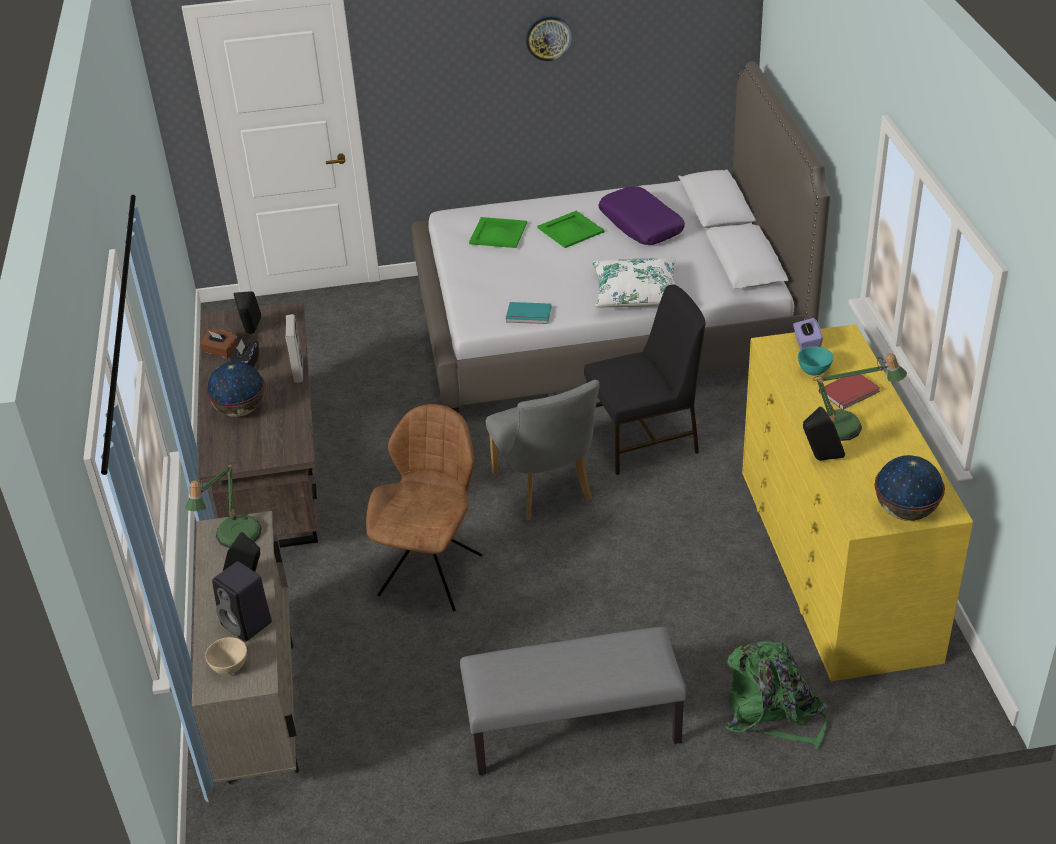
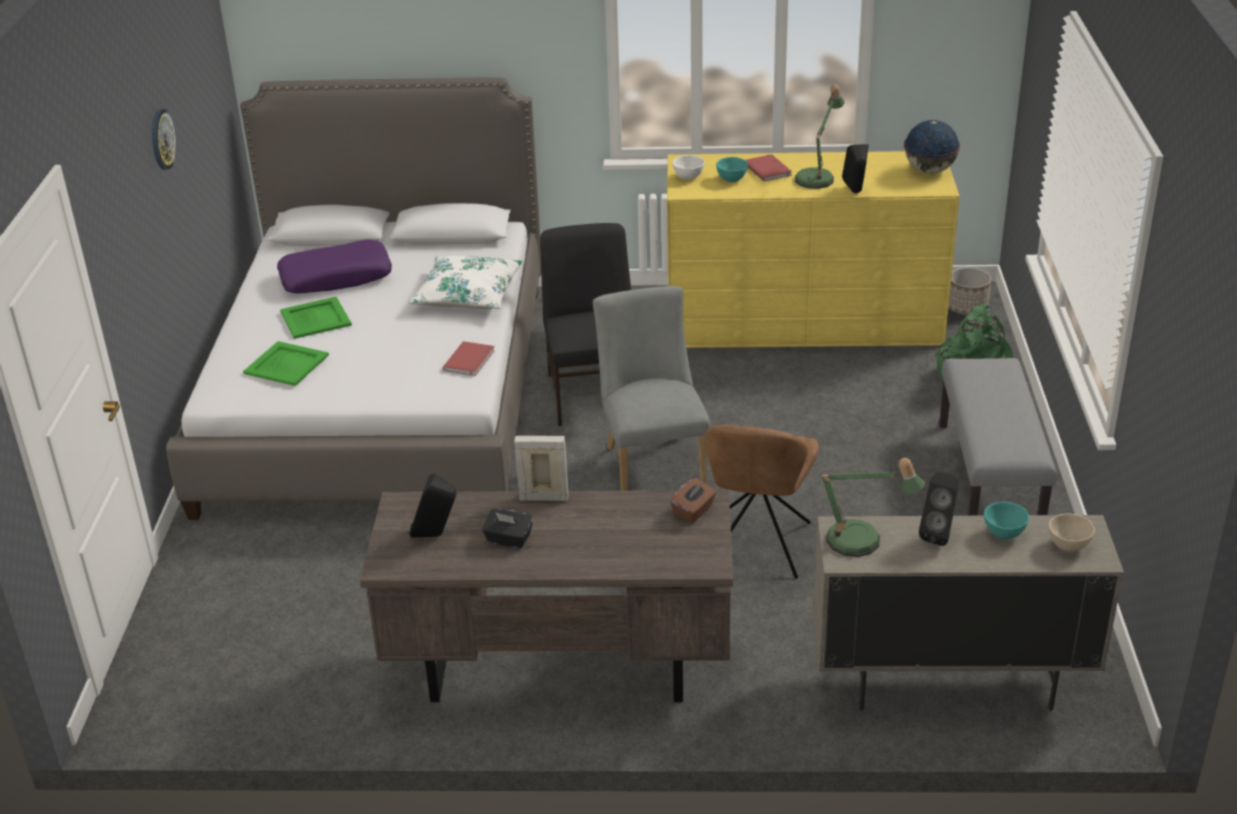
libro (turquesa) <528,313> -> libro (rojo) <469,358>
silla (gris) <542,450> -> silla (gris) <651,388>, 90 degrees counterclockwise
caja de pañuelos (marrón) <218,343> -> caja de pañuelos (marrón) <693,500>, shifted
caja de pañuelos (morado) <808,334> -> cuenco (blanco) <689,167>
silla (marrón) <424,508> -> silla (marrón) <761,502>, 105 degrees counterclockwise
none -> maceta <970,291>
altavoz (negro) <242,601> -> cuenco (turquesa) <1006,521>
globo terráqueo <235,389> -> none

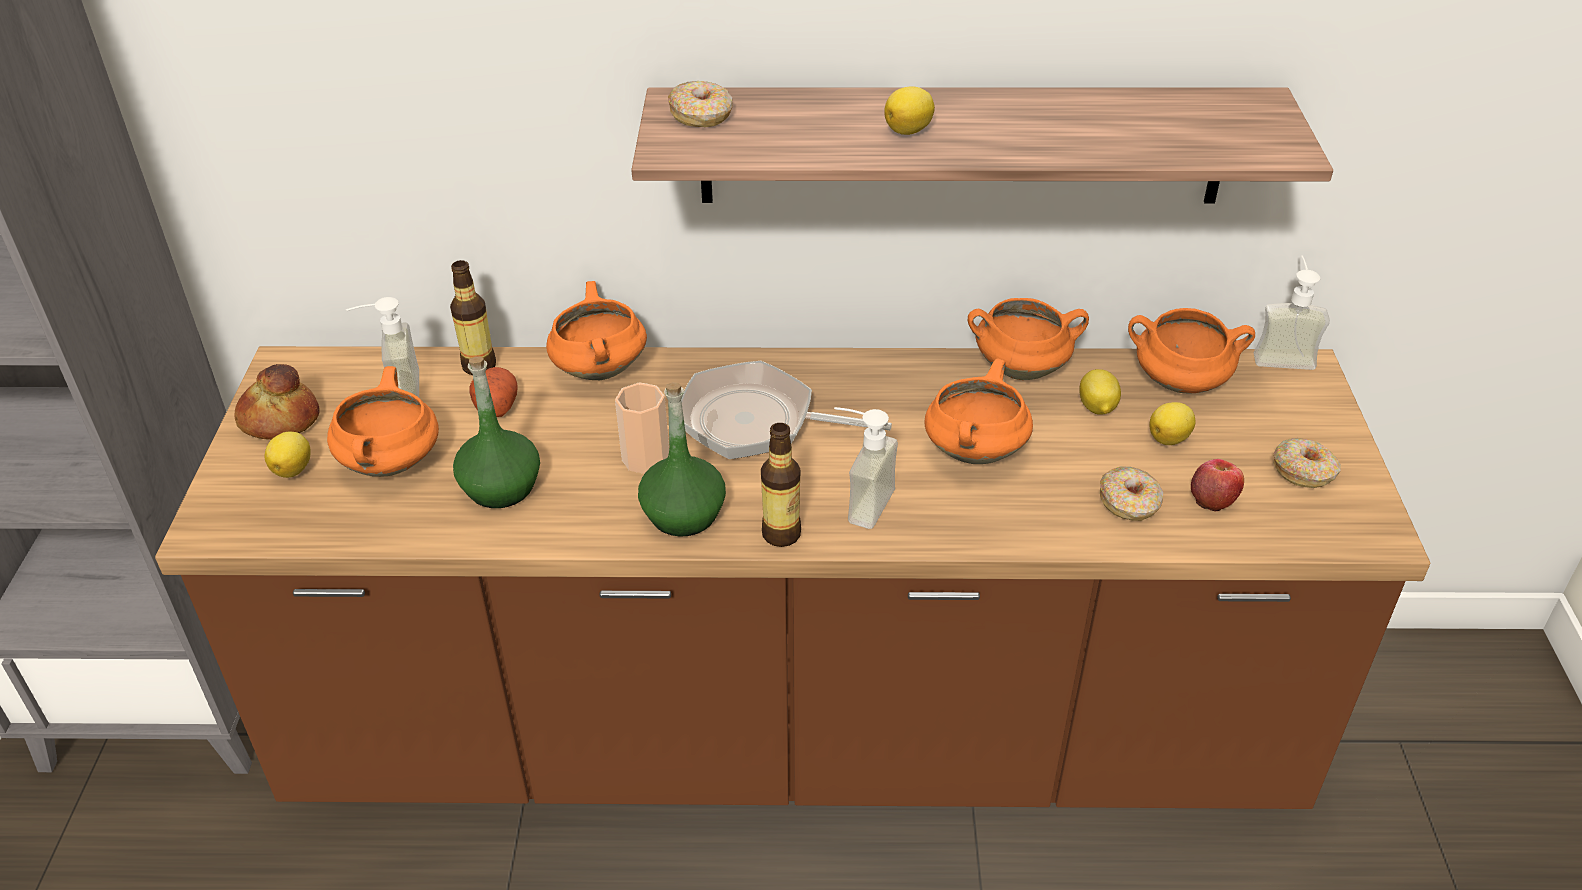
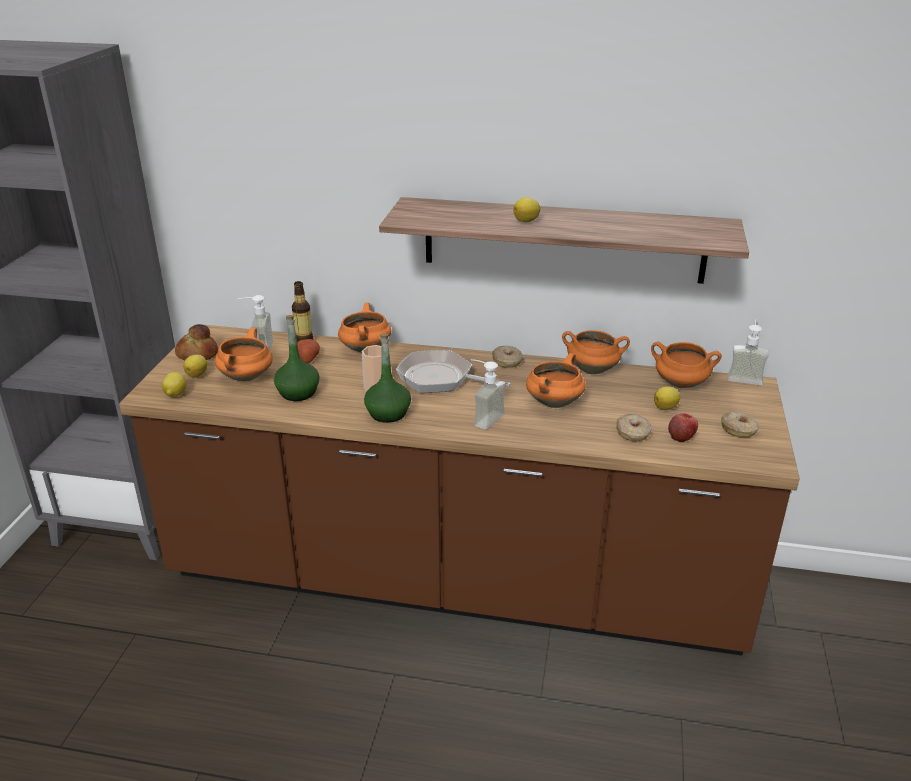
limón <1100,392> -> limón <174,384>, shifted
rosquilla <700,104> -> rosquilla <507,357>, shifted
botella <781,485> -> none

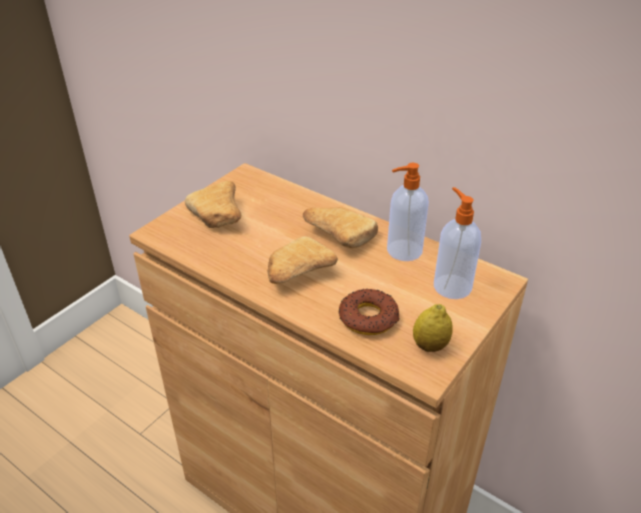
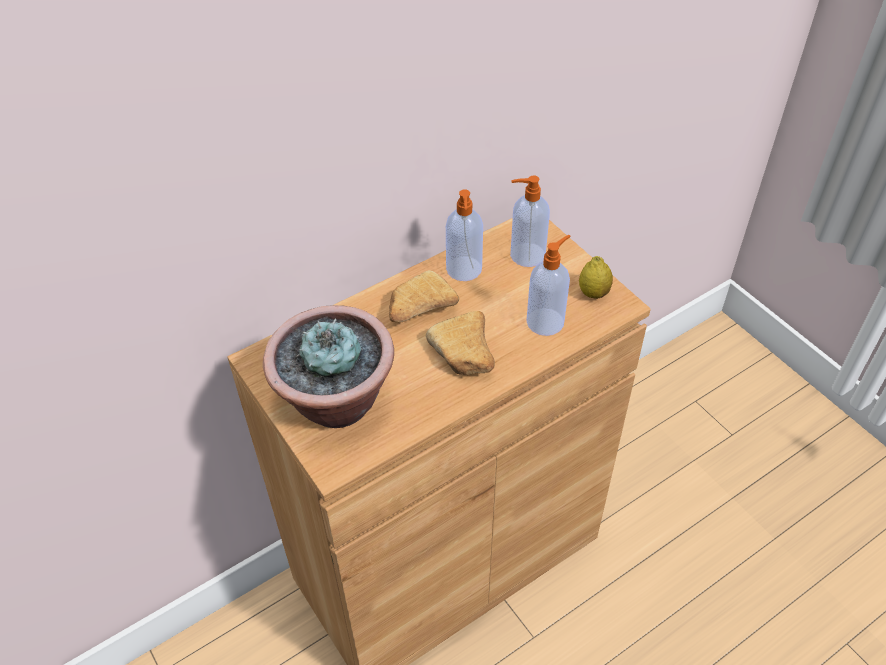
pan <213,204> -> planta en maceta <328,366>
rosquilla <369,312> -> dispensador de jabón <548,285>

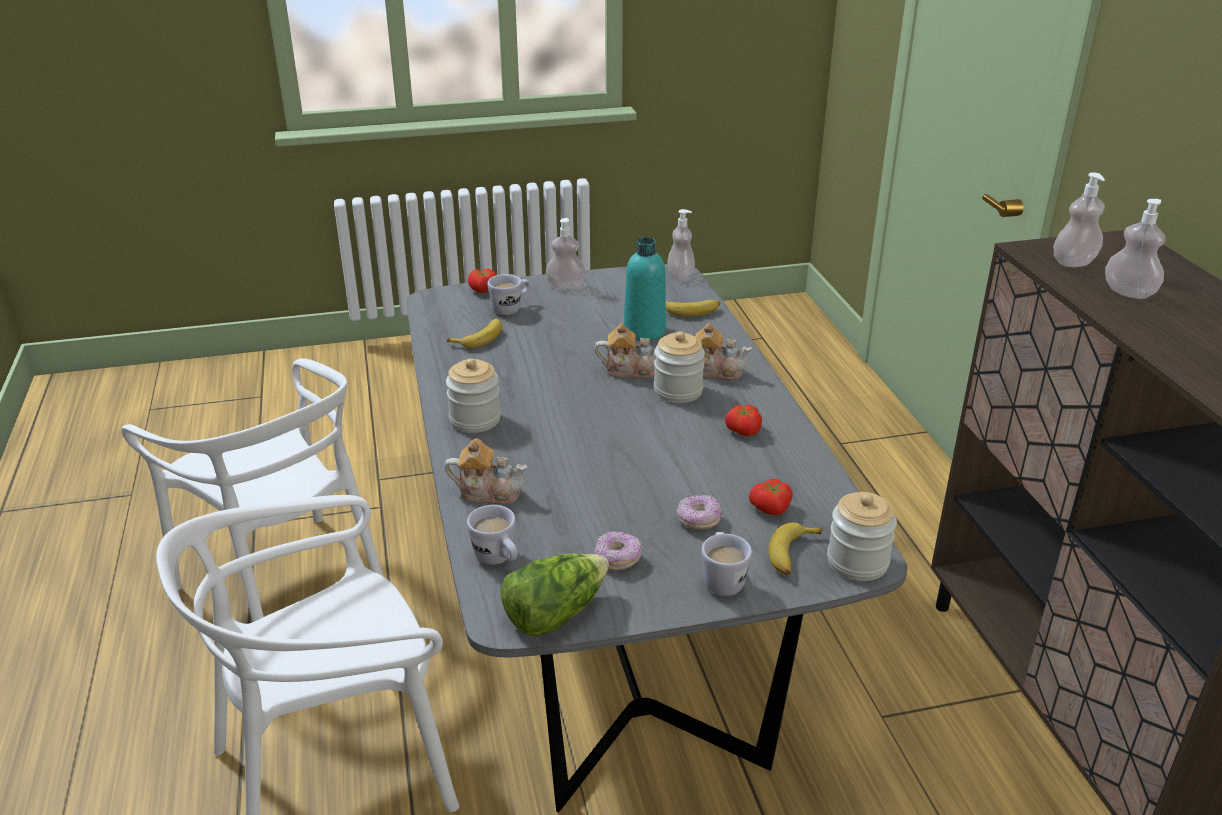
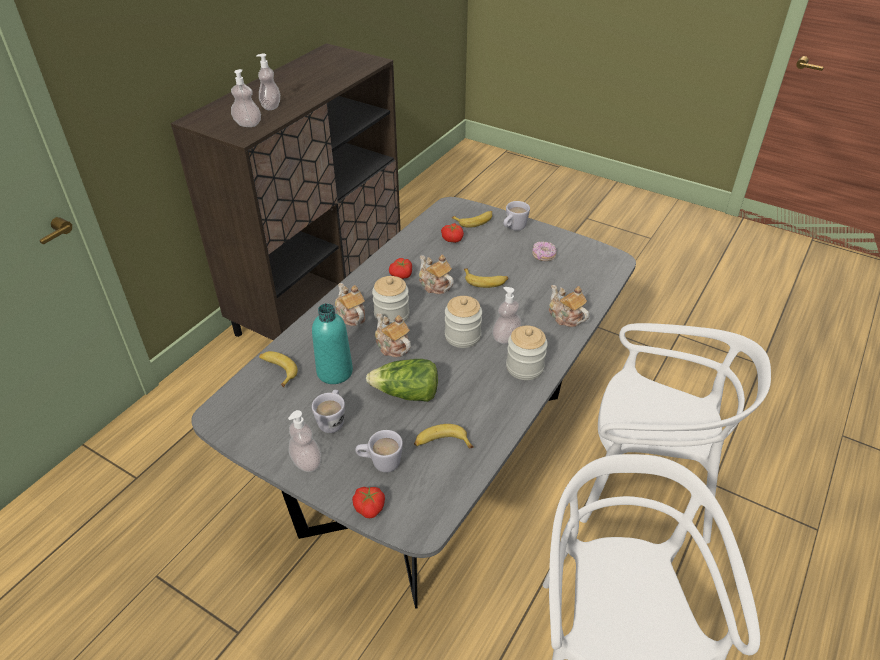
taza grande (blanco) <492,535> -> taza grande (blanco) <328,411>, shifted
lechuga <554,594> -> lechuga <402,380>, shifted
none -> tetera <436,274>
tarro <862,536> -> tarro <463,322>, shifted
none -> plátano <486,278>
dispensador de jabón <681,245> -> dispensador de jabón <507,315>, shifted
rosquilla <699,512> -> none

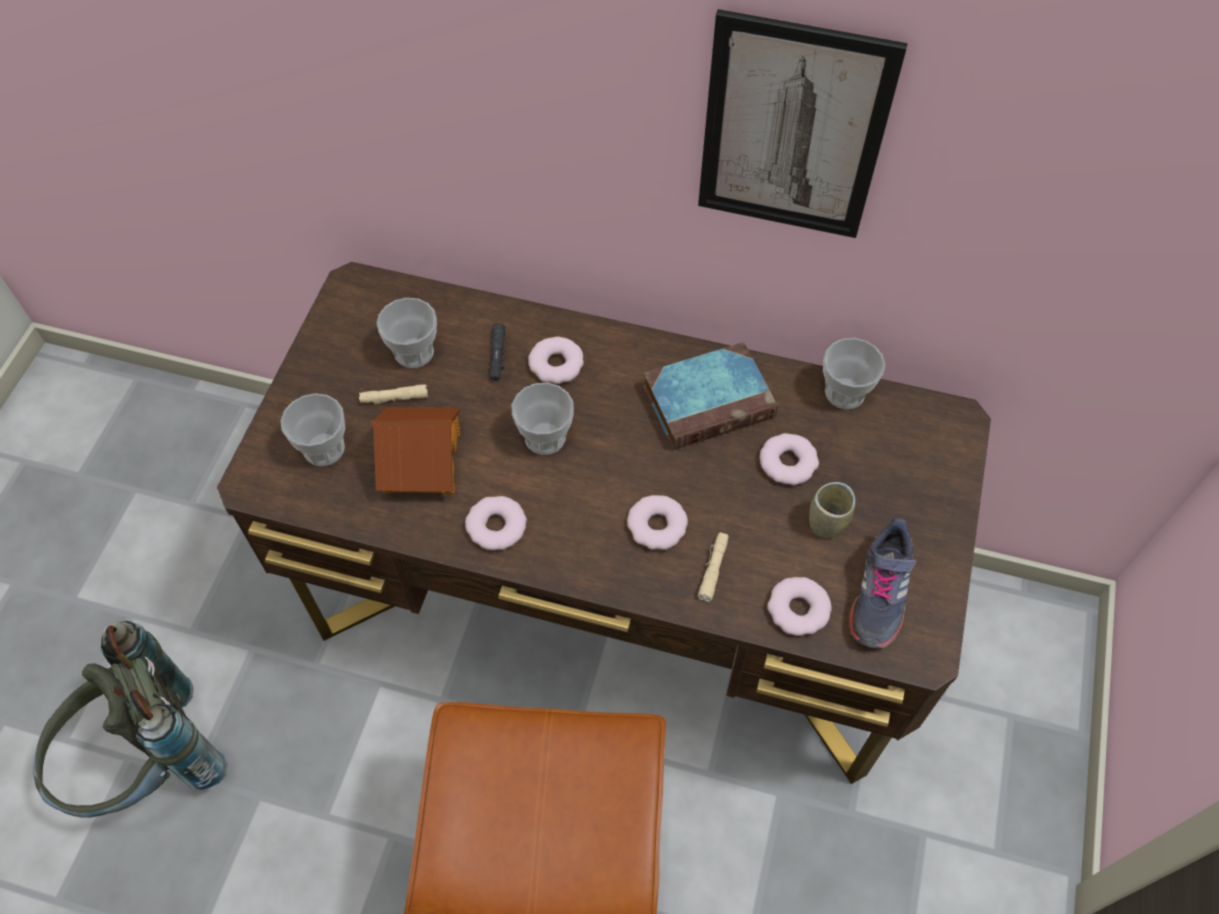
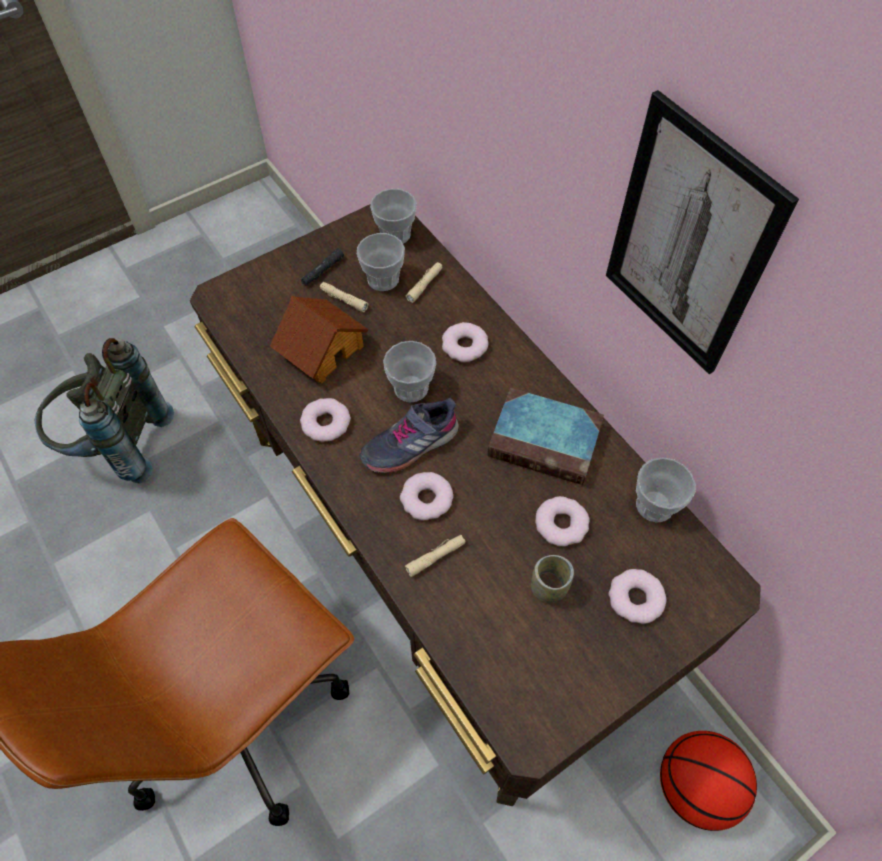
linterna (negro) <498,352> -> linterna (negro) <322,267>, shifted
zapato (gris) <882,583> -> zapato (gris) <409,435>, shifted
taza <313,429> -> taza <393,216>, shifted
none -> linterna (beis) <424,282>
rosquilla <799,606> -> rosquilla <637,596>, shifted
none -> balón de baloncesto <708,781>

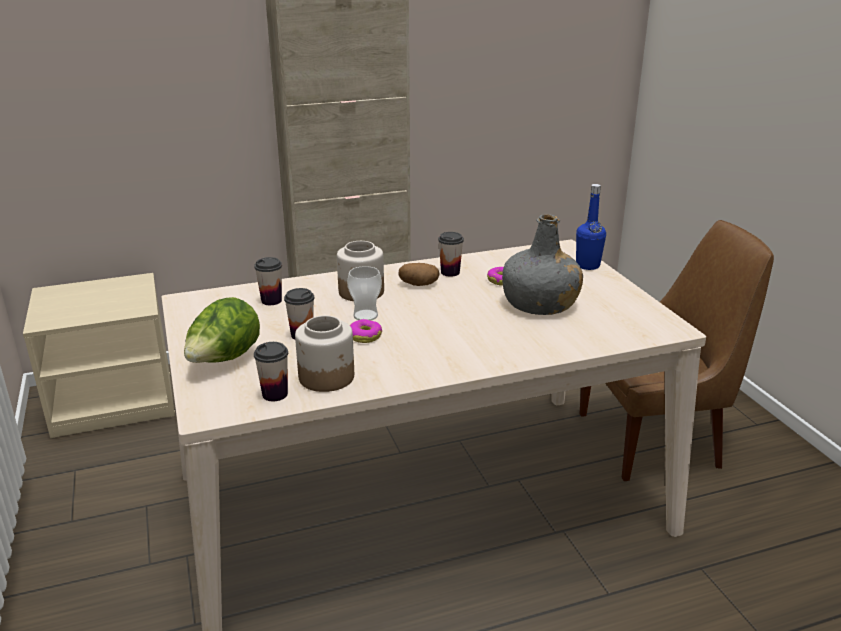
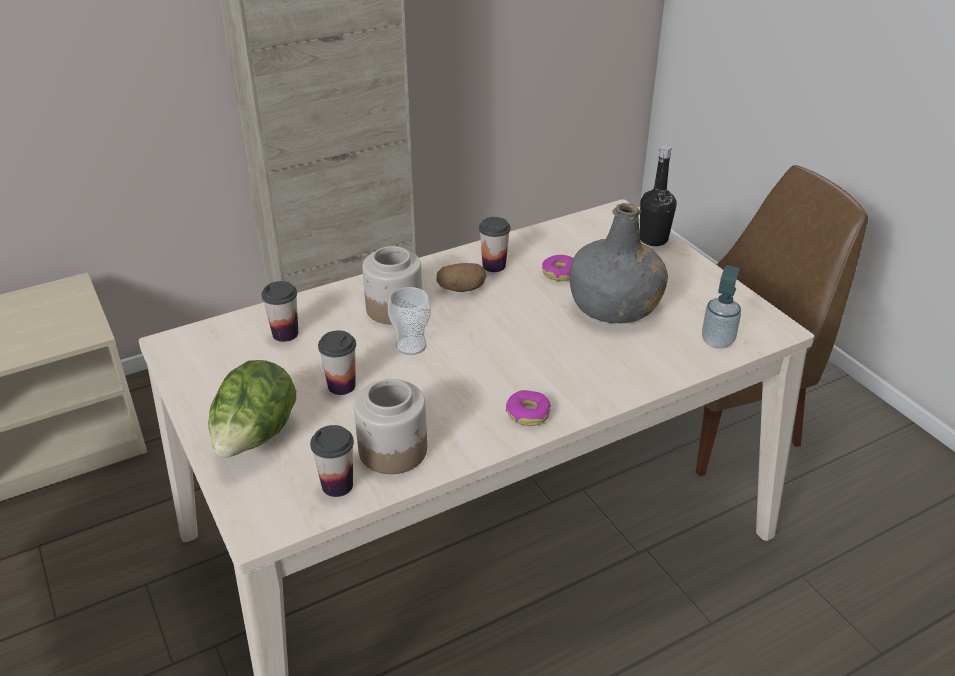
rosquilla <366,331> -> rosquilla <528,408>, shifted
botella (azul) <591,227> -> botella (negro) <658,195>
none -> dispensador de jabón <721,307>

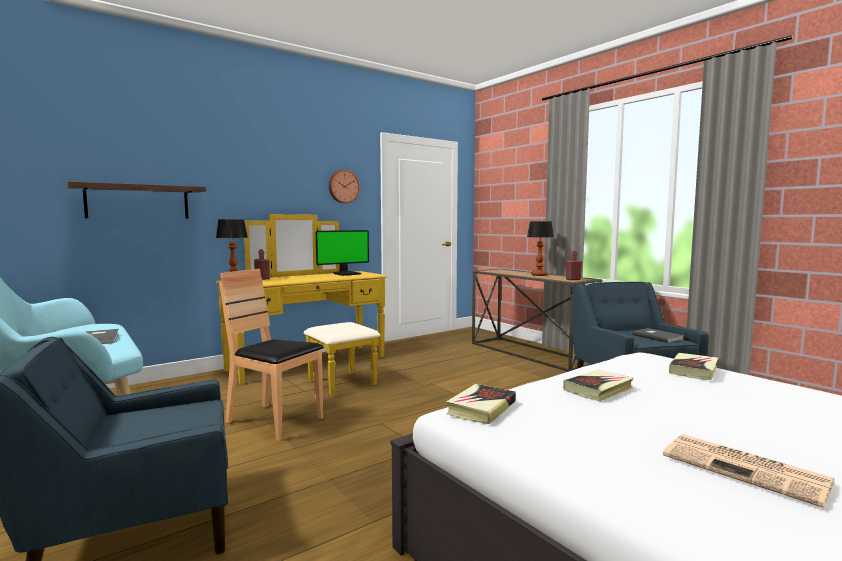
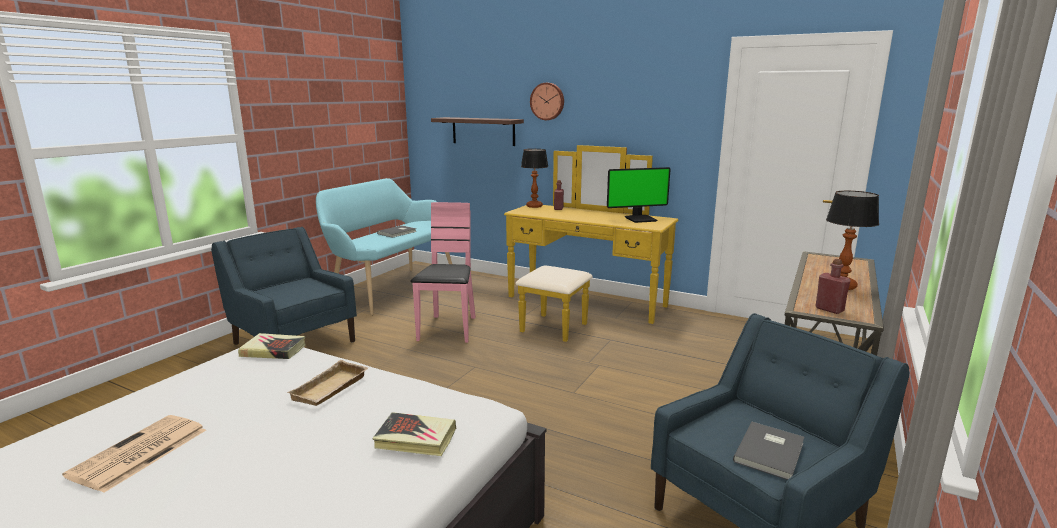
libro <598,385> -> bandeja (beis) <327,383>
silla (marrón) <271,355> -> silla (rosa) <443,272>
reloj de pared <344,186> -> reloj de pared <547,101>, shifted
monitor <342,253> -> monitor <639,195>, 45 degrees counterclockwise

